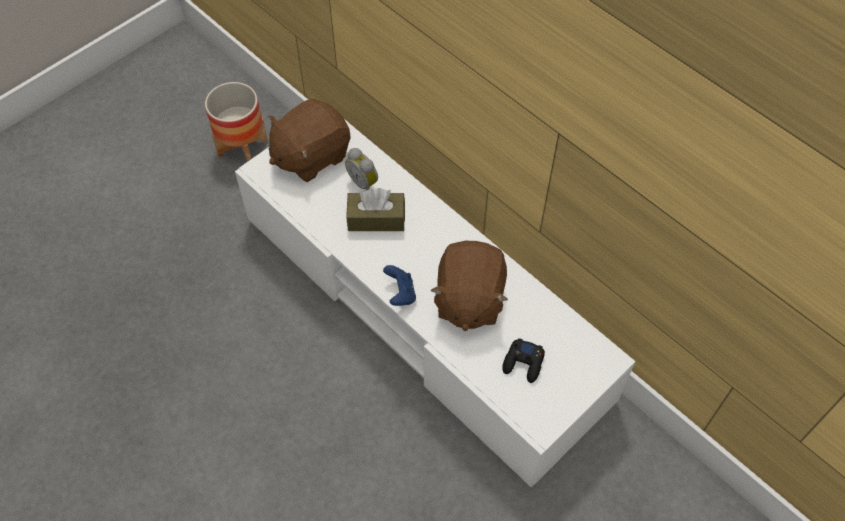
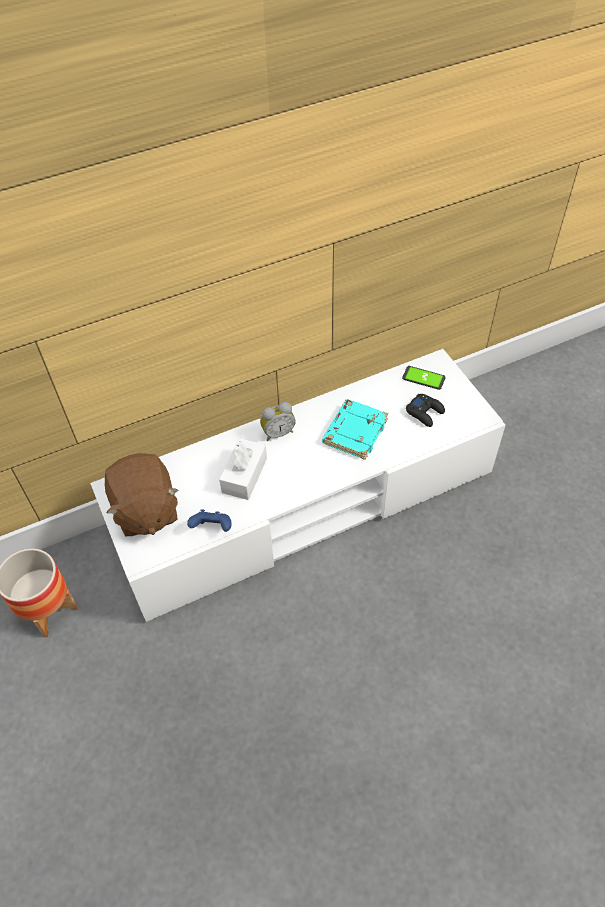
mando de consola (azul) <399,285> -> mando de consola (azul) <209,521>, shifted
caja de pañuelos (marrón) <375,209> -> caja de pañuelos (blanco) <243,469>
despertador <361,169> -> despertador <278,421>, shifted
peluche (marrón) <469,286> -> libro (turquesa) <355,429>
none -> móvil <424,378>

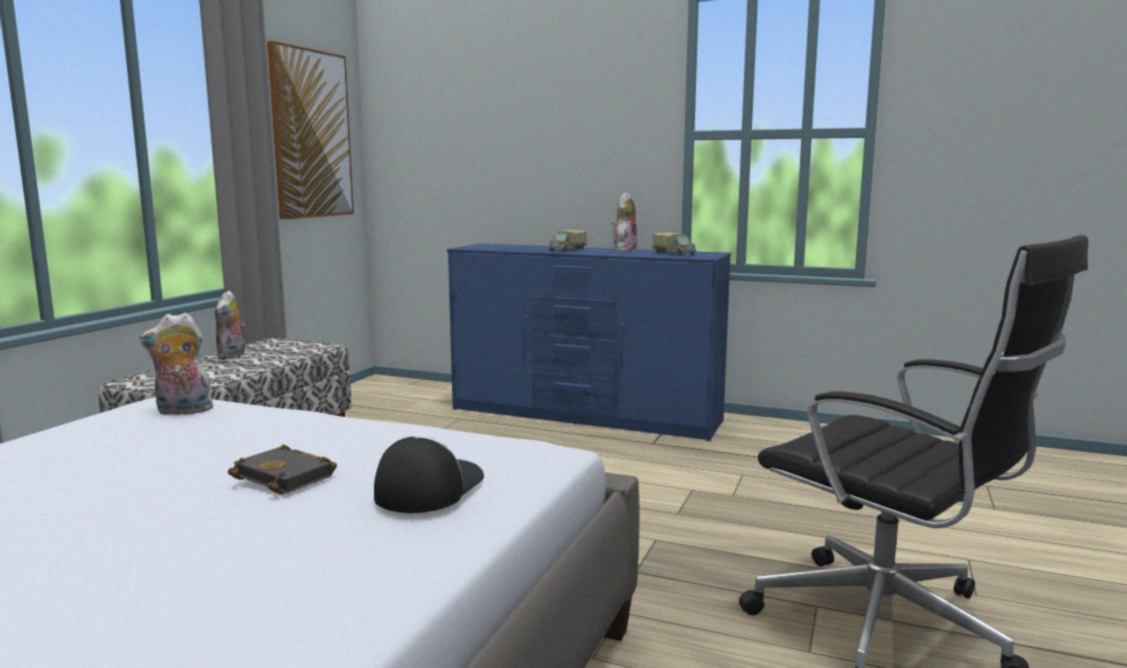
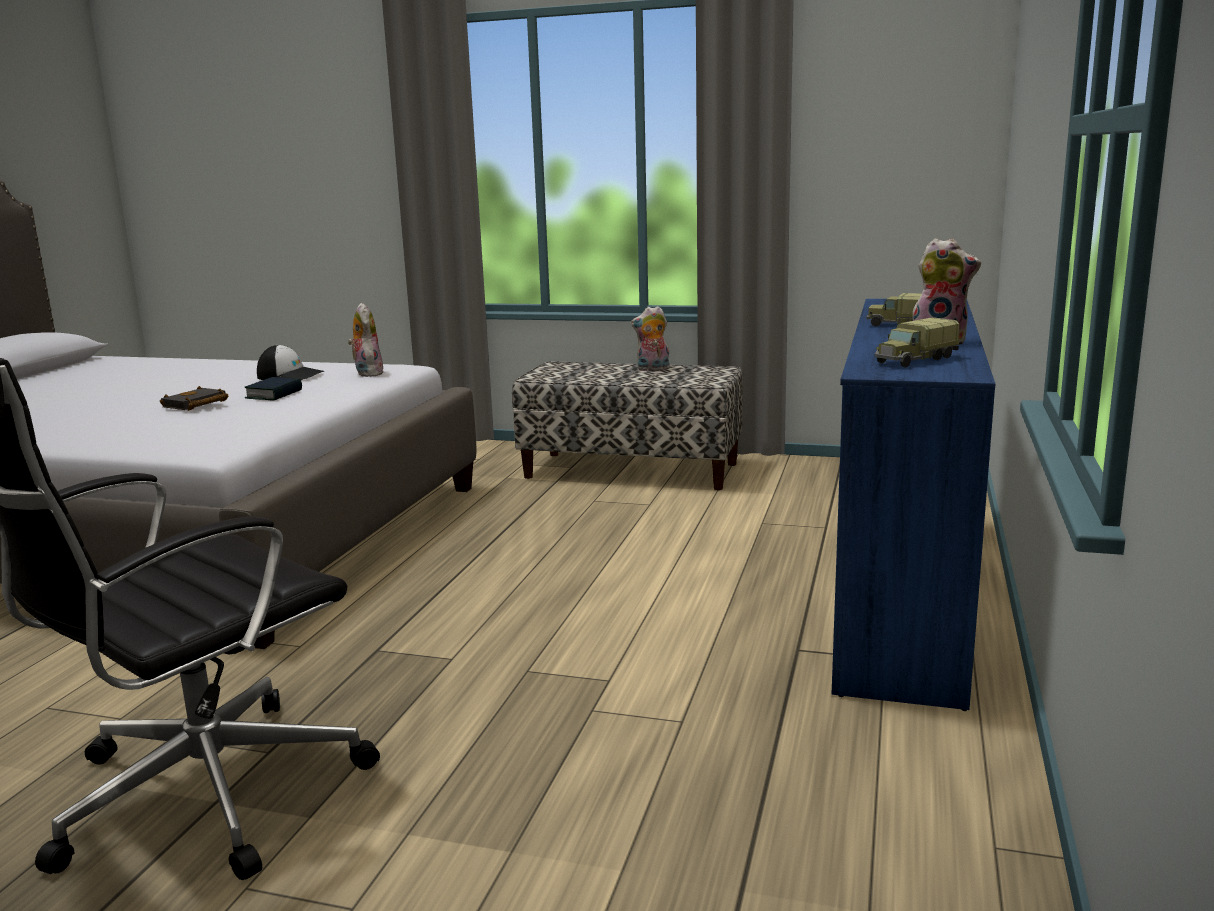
none -> libro <273,389>
gorra <429,474> -> gorra <290,362>, shifted
cuadro <310,130> -> none

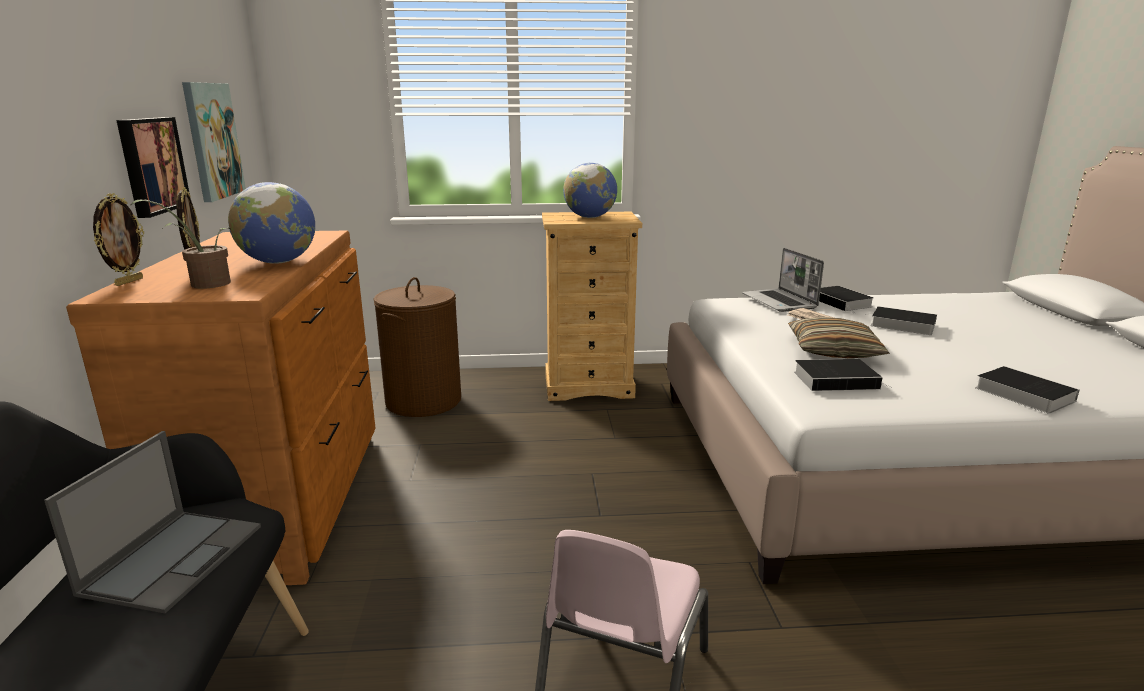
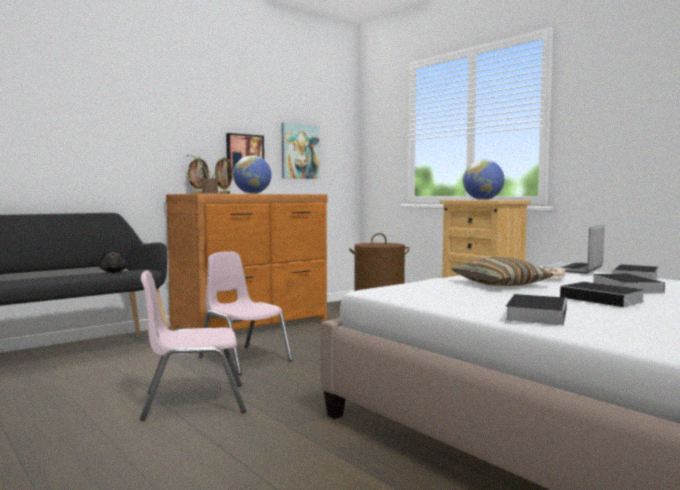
portátil <152,522> -> peluche (negro) <113,262>
none -> silla (rosa) <246,313>
libro <843,375> -> libro <602,295>, shifted

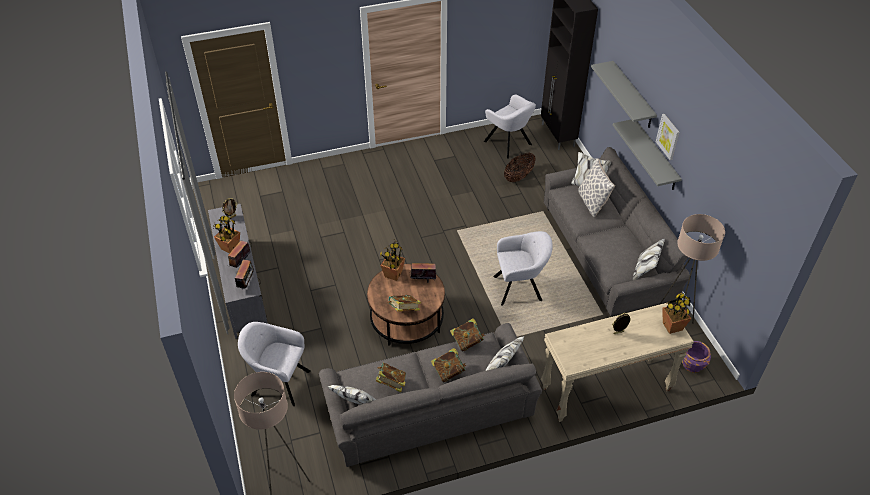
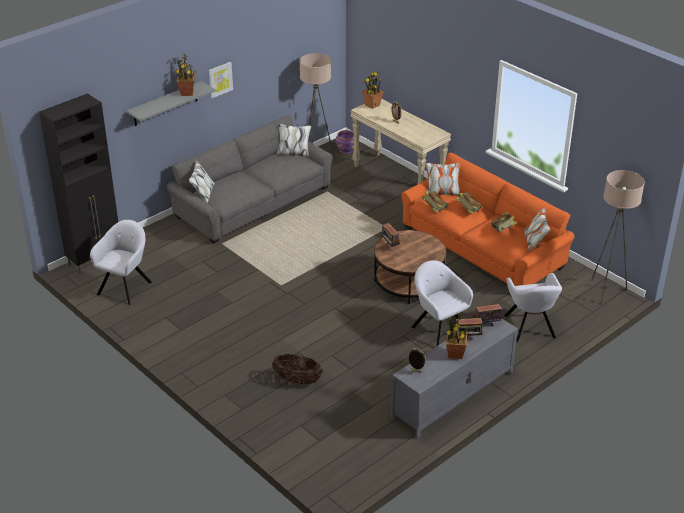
planta en maceta <392,260> -> planta en maceta <185,74>, shifted
cesta <520,167> -> cesta <297,369>, shifted
sofá (gris) <430,395> -> sofá (naranja) <488,219>
sillón (gris) <523,268> -> sillón (gris) <442,303>, shifted
libro <404,303> -> none
cojín <596,187> -> none
estante (gris) <647,155> -> none

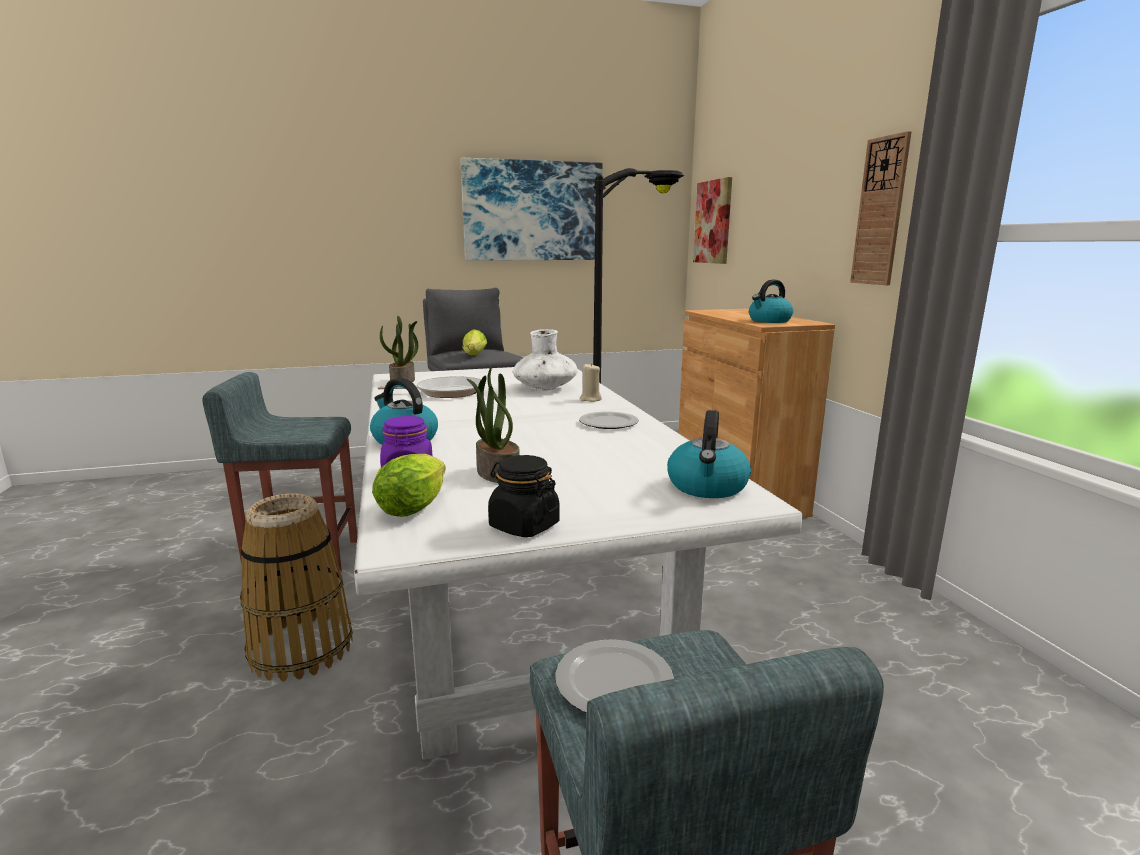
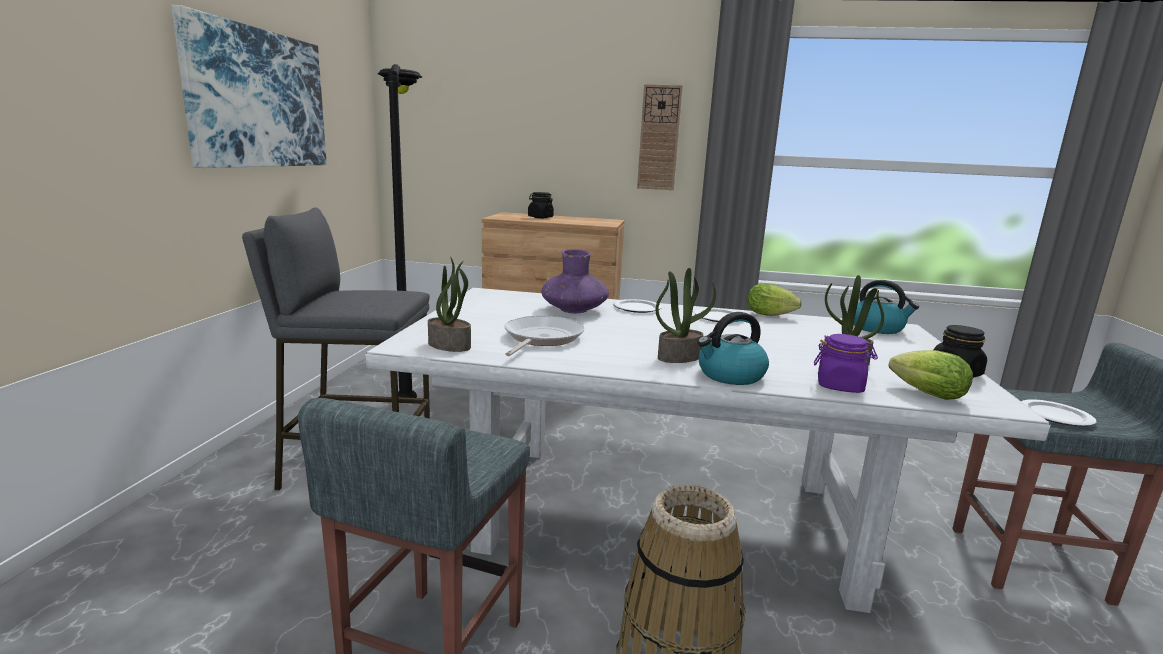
none -> tarro (negro) <541,205>
florero (blanco) <545,359> -> florero (morado) <575,281>
vela (beis) <591,382> -> plato <637,306>
none -> planta en maceta <686,315>
lechuga <475,342> -> lechuga <775,299>, shifted
cuadro <712,220> -> none
hervidor <771,301> -> none

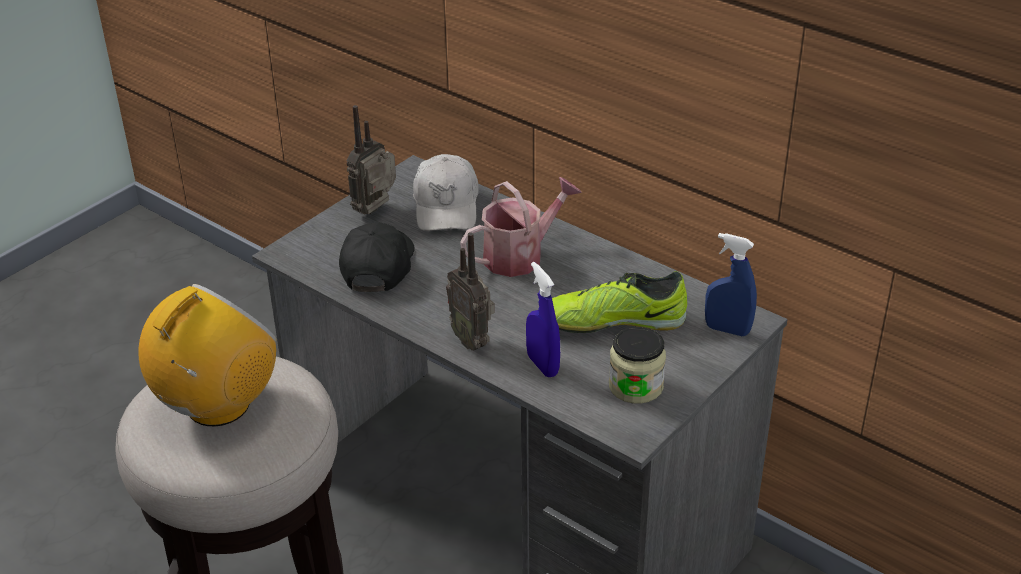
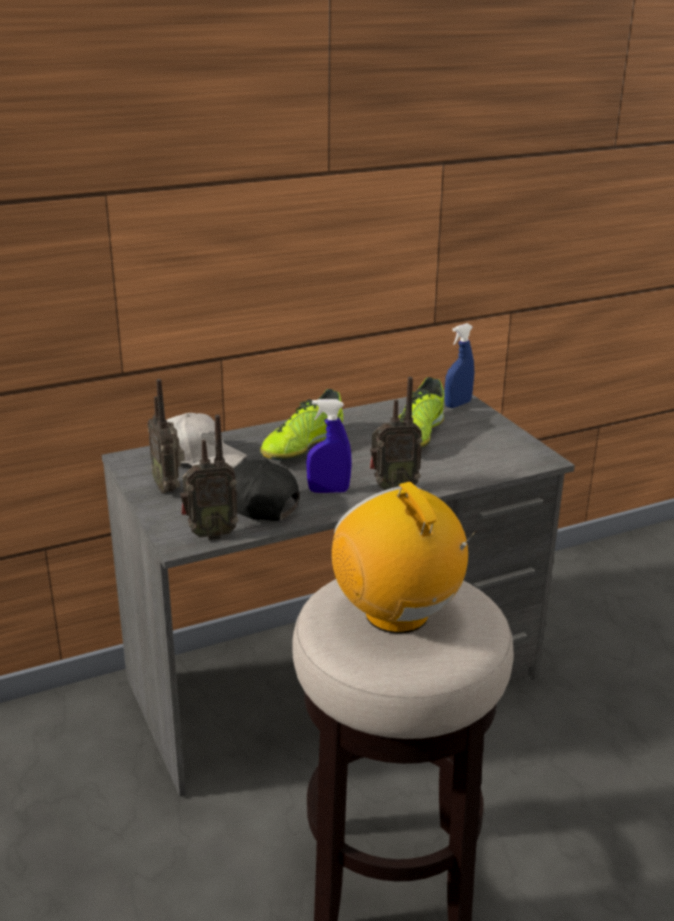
none -> radio <209,477>
regadera <521,227> -> zapato <301,424>
pulverizador (azul) <543,319> -> pulverizador (azul) <329,446>, shifted
tarro <637,365> -> none

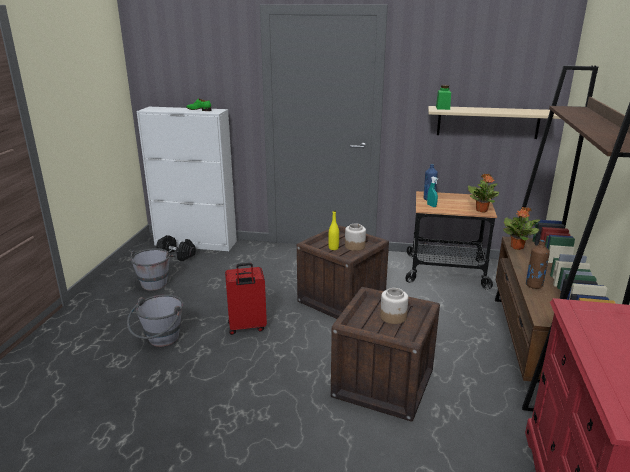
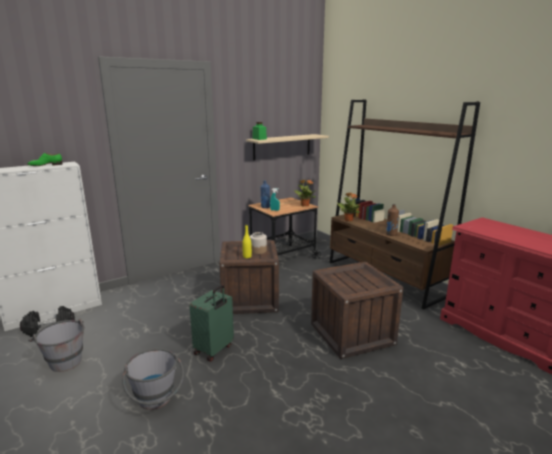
maleta (rojo) <246,299> -> maleta (verde) <211,323>
tarro <394,306> -> none

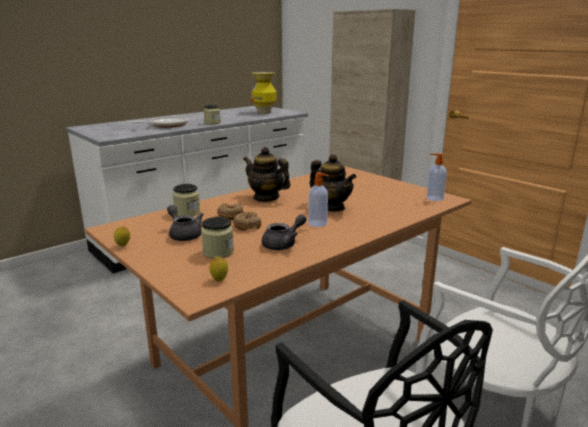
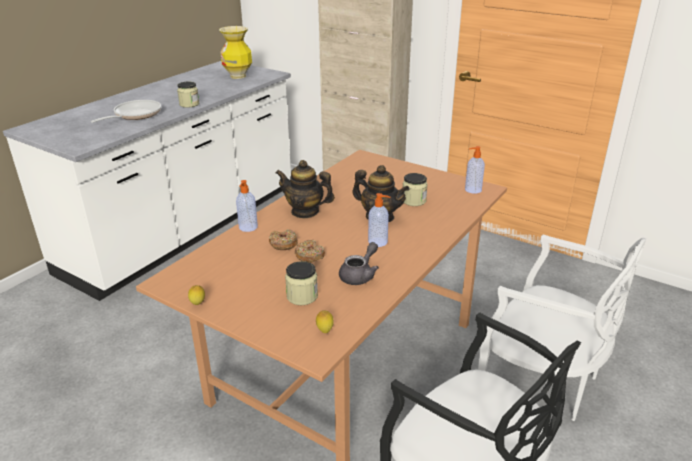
none -> dispensador de jabón <247,206>
tarro <186,200> -> tarro <415,189>, shifted
tetera (gris) <185,223> -> none

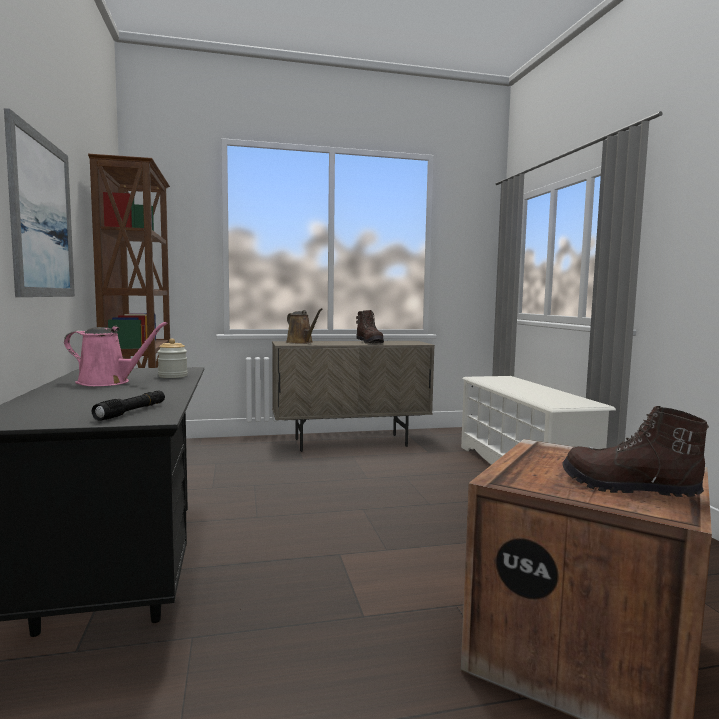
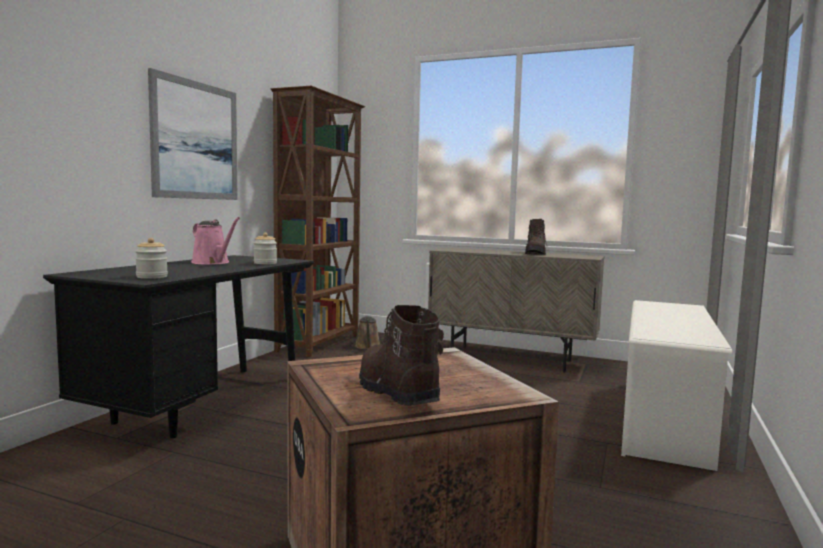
linterna (negro) <128,406> -> tarro <151,258>
regadera (marrón) <304,326> -> regadera (marrón) <367,332>, shifted

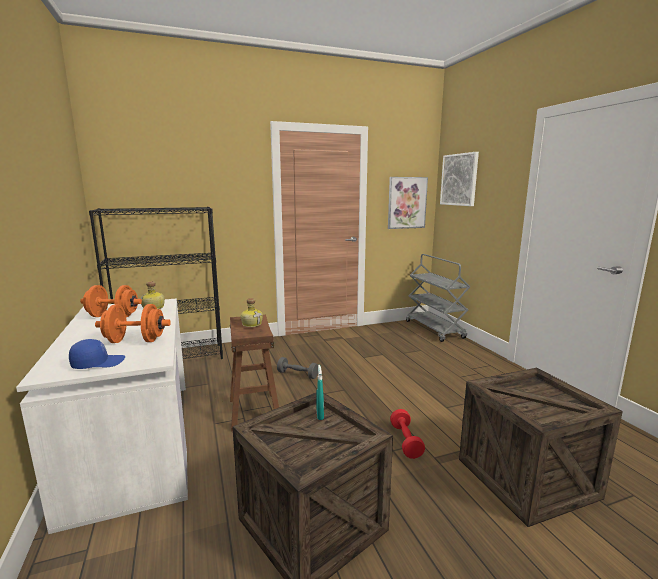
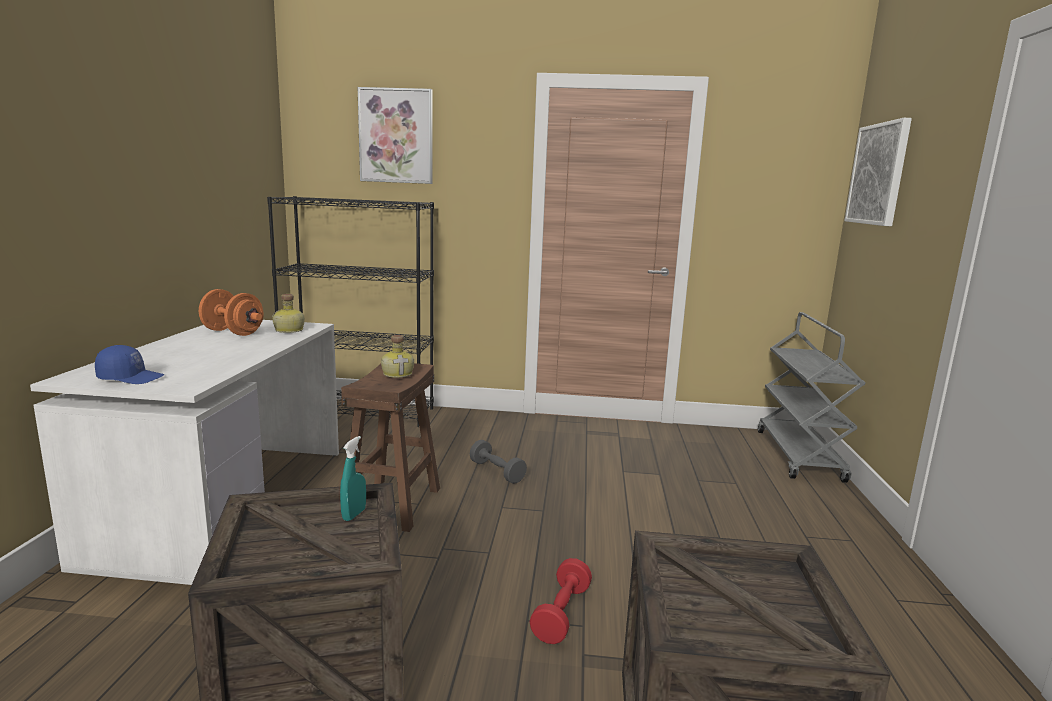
cuadro <408,203> -> cuadro <395,135>, shifted
mancuerna (naranja) <133,323> -> none

